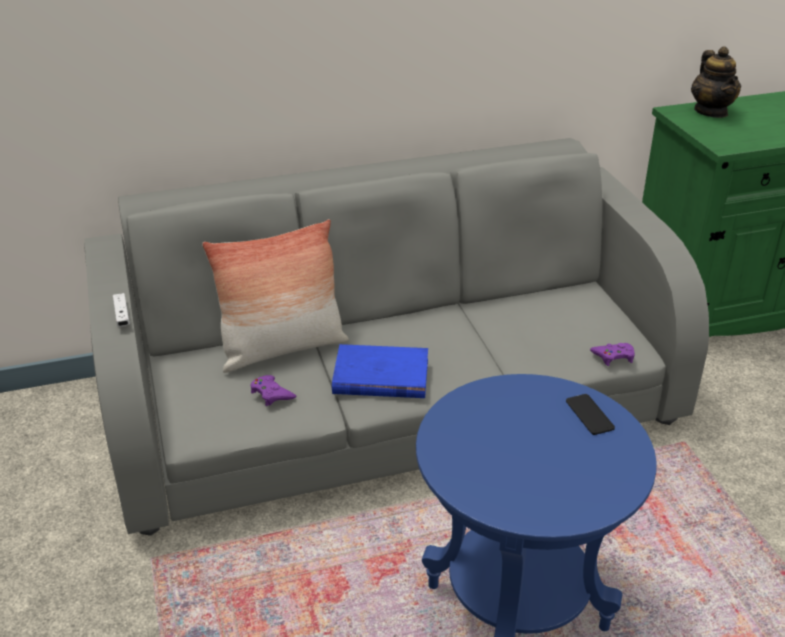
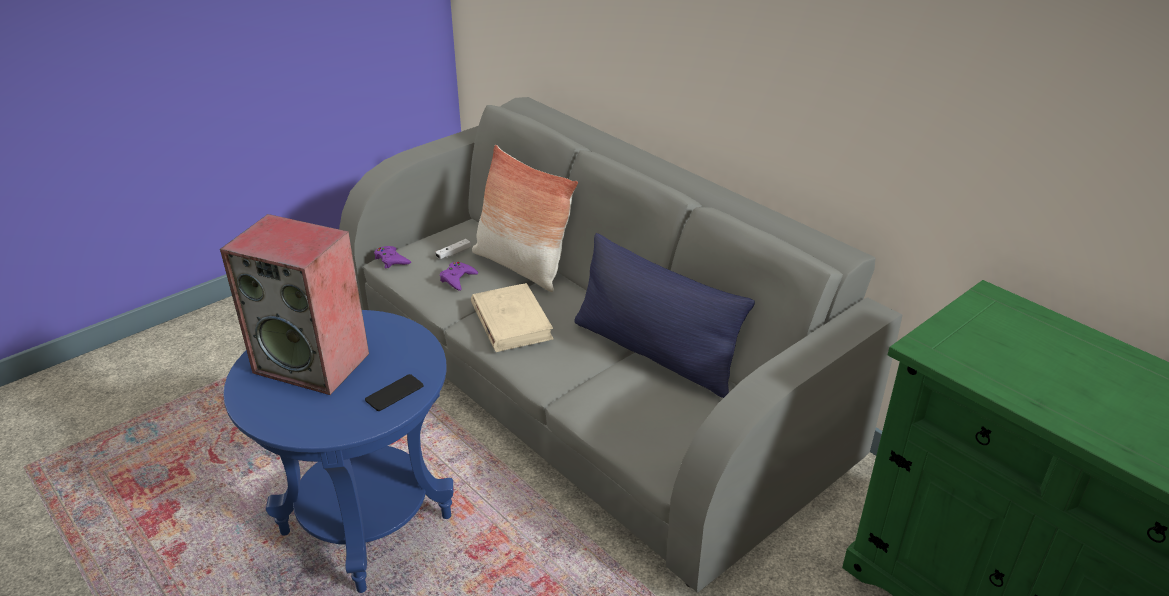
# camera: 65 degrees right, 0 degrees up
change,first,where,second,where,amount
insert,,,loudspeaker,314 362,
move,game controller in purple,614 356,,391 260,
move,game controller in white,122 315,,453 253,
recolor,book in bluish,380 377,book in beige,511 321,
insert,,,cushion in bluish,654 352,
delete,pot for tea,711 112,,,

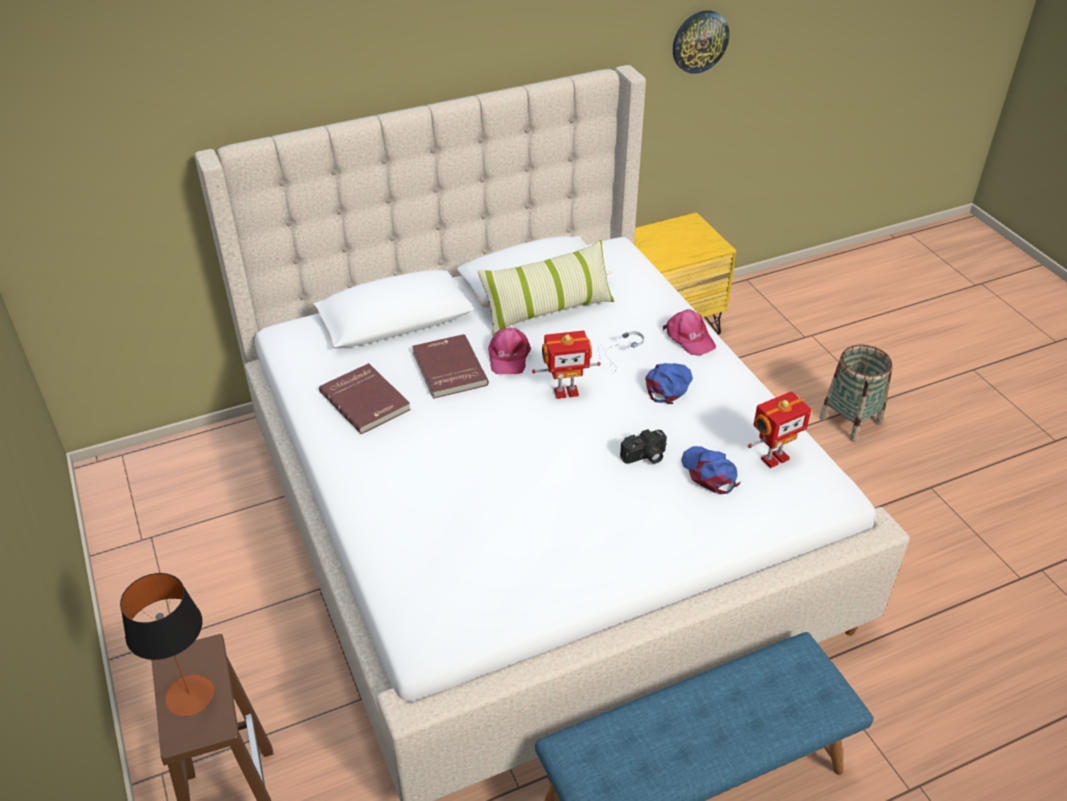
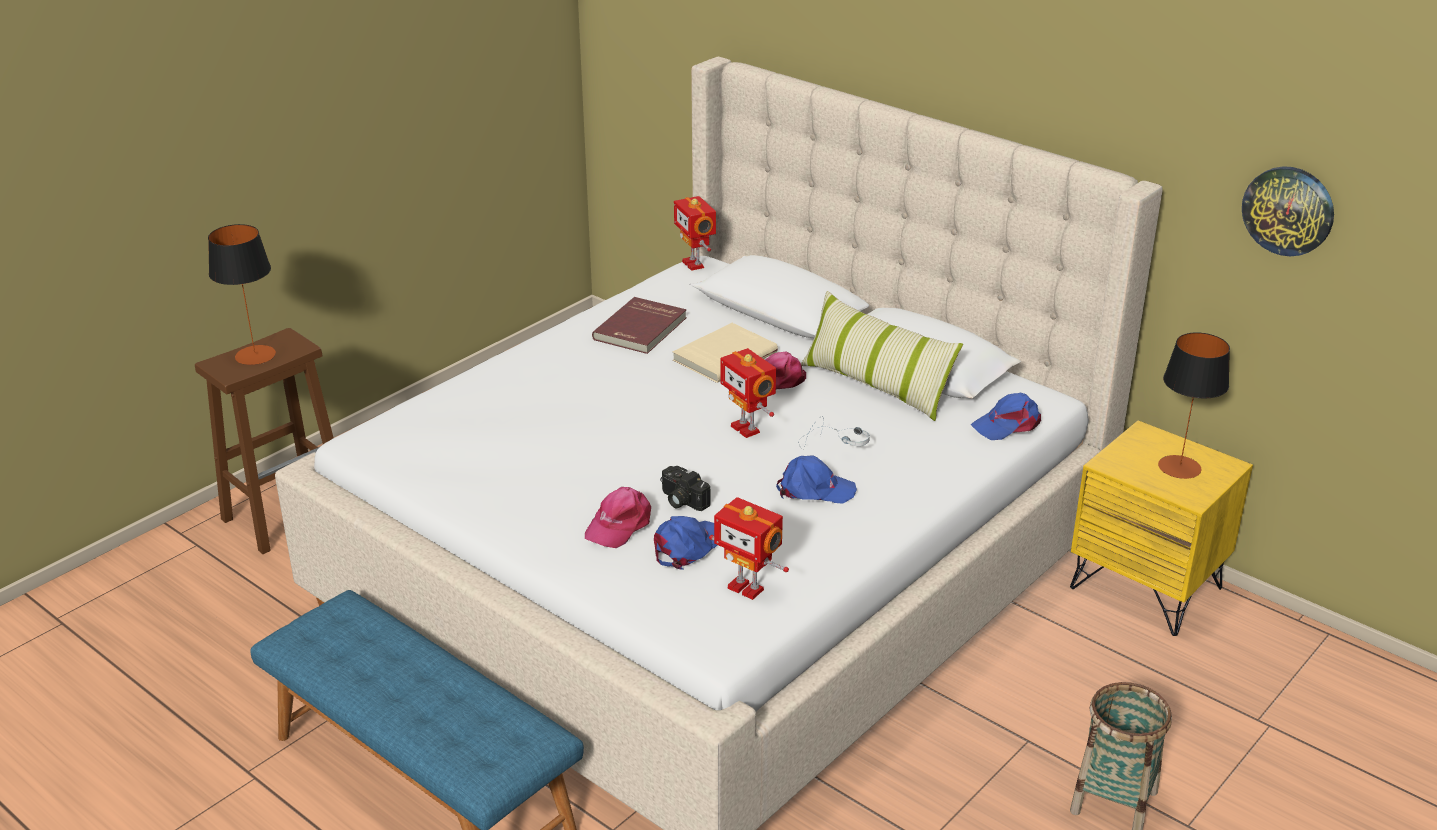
# camera: 65 degrees right, 10 degrees down
change,first,where,second,where,amount
move,baseball cap in pink,689 338,,619 525,
recolor,book in red,448 369,book in beige,723 356,
insert,,,robot figure,694 264,
insert,,,baseball cap in bluish,1008 425,
insert,,,tabletop lamp,1179 467,

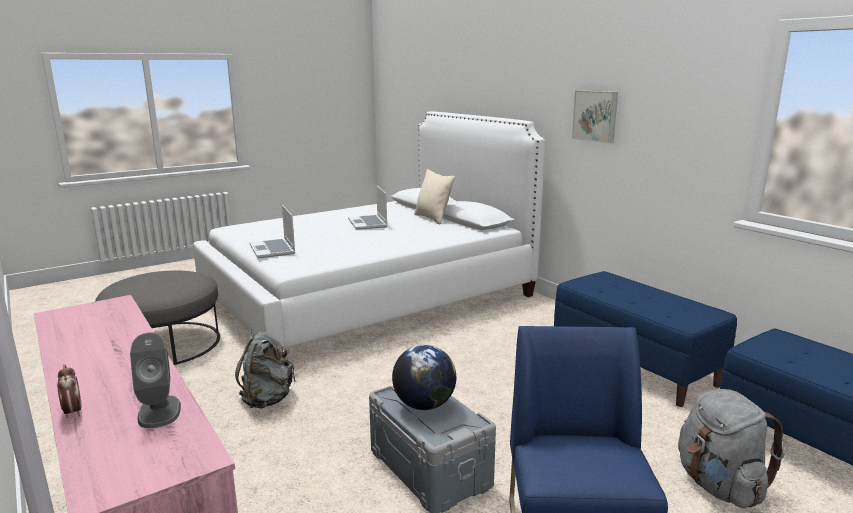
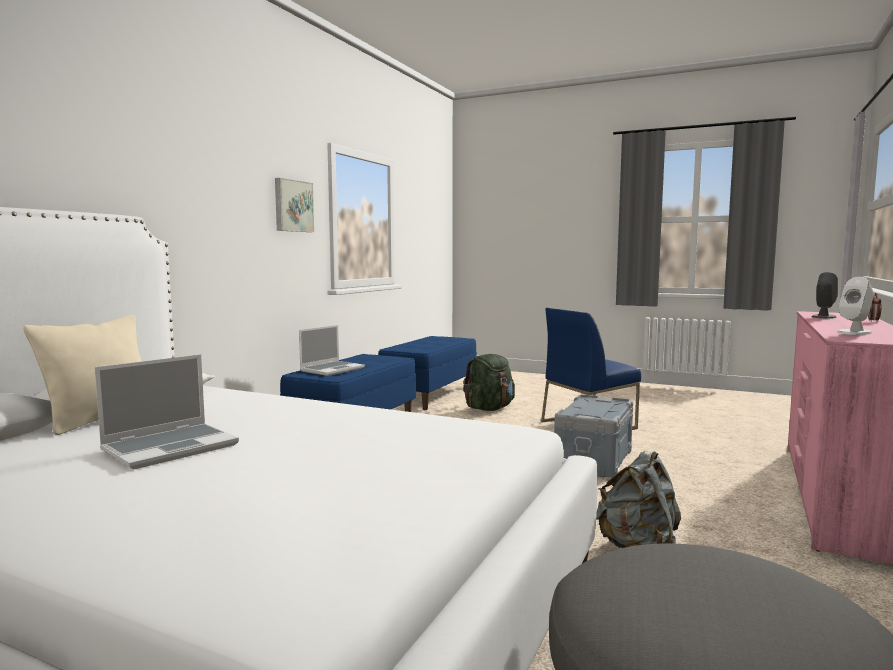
# camera: 120 degrees left, 10 degrees down
change,first,where,second,where,amount
move,wall picture,596 116,,292 206,
move,notebook computer,273 250,,332 369,
recolor,backpack in grey,719 485,backpack in green-coloured,489 409,
insert,,,loudspeaker in white,854 332,
delete,desk globe,424 405,,,

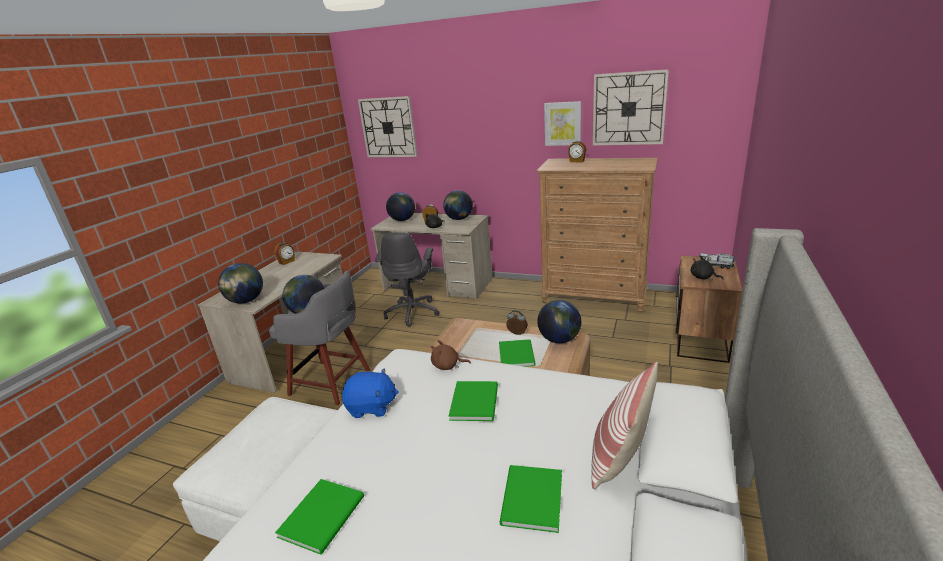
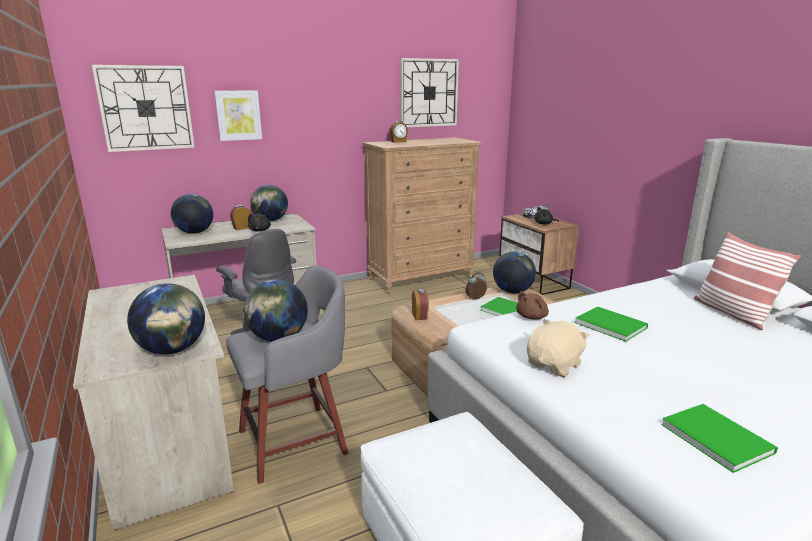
# camera: 50 degrees left, 5 degrees down
change,first,where,second,where,amount
move,wall picture,563 123,,238 115,
move,alarm clock,287 262,,420 316,
recolor,soft toy in bluish,371 407,soft toy in beige,554 365,
delete,book in green-coloured,530 500,,,

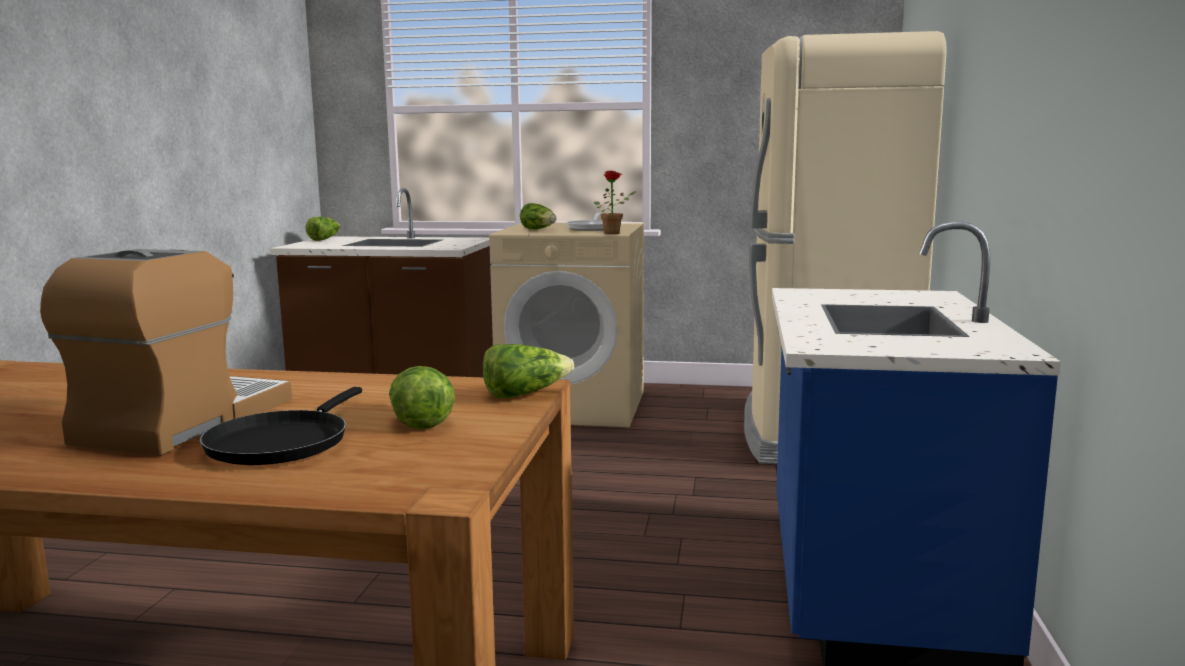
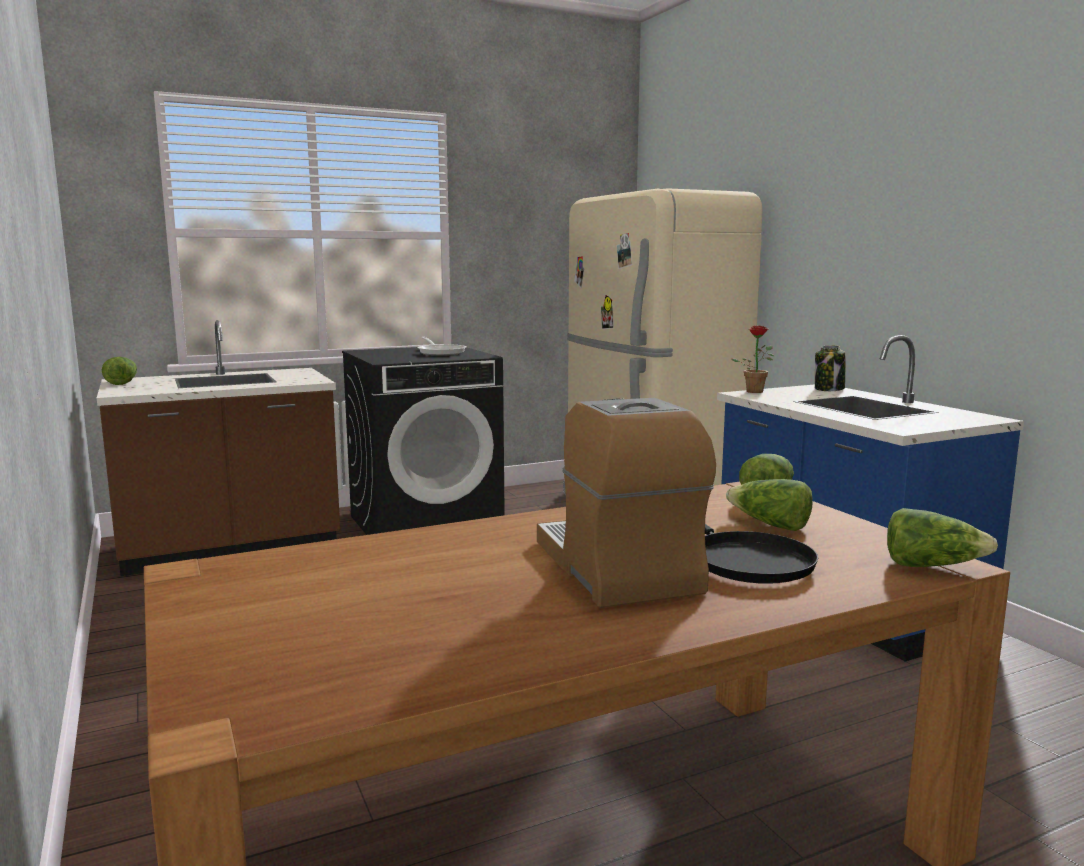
# camera: 35 degrees left, 0 degrees up
change,first,where,second,where,amount
recolor,washing machine in beige,574 406,washing machine in blackish,426 523,
move,potted plant,614 233,,755 391,
insert,,,storage jar,829 389,
move,lettuce head,539 230,,932 566,

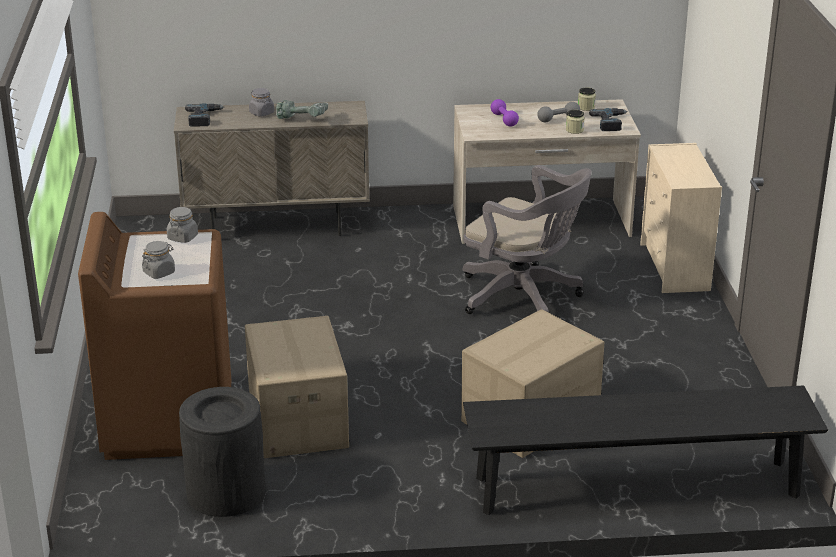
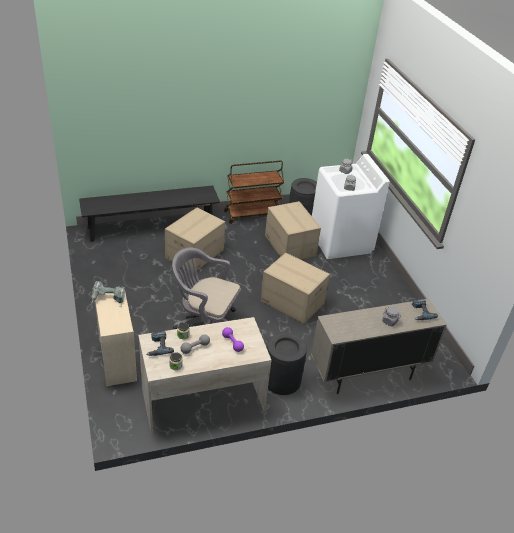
# camera: 165 degrees right, 10 degrees up
change,first,where,second,where,amount
move,drill,303 118,,108 299,
insert,,,cart in brownish,252 214,
insert,,,cardboard box,292 302,
insert,,,rubbish bin in blackish,282 380,
recolor,washing machine in brownish,167 421,washing machine in white,341 242,

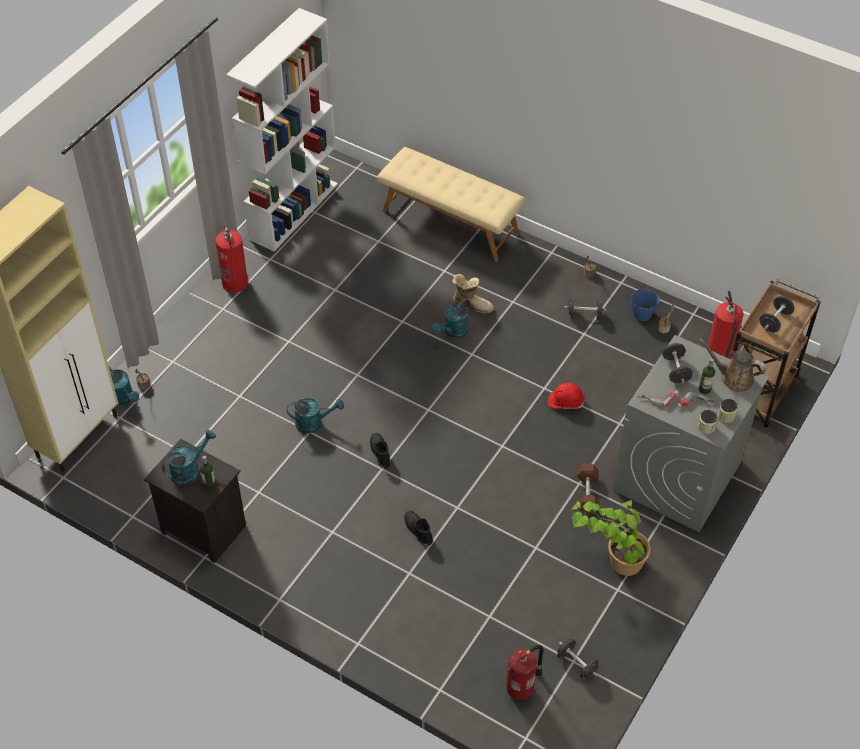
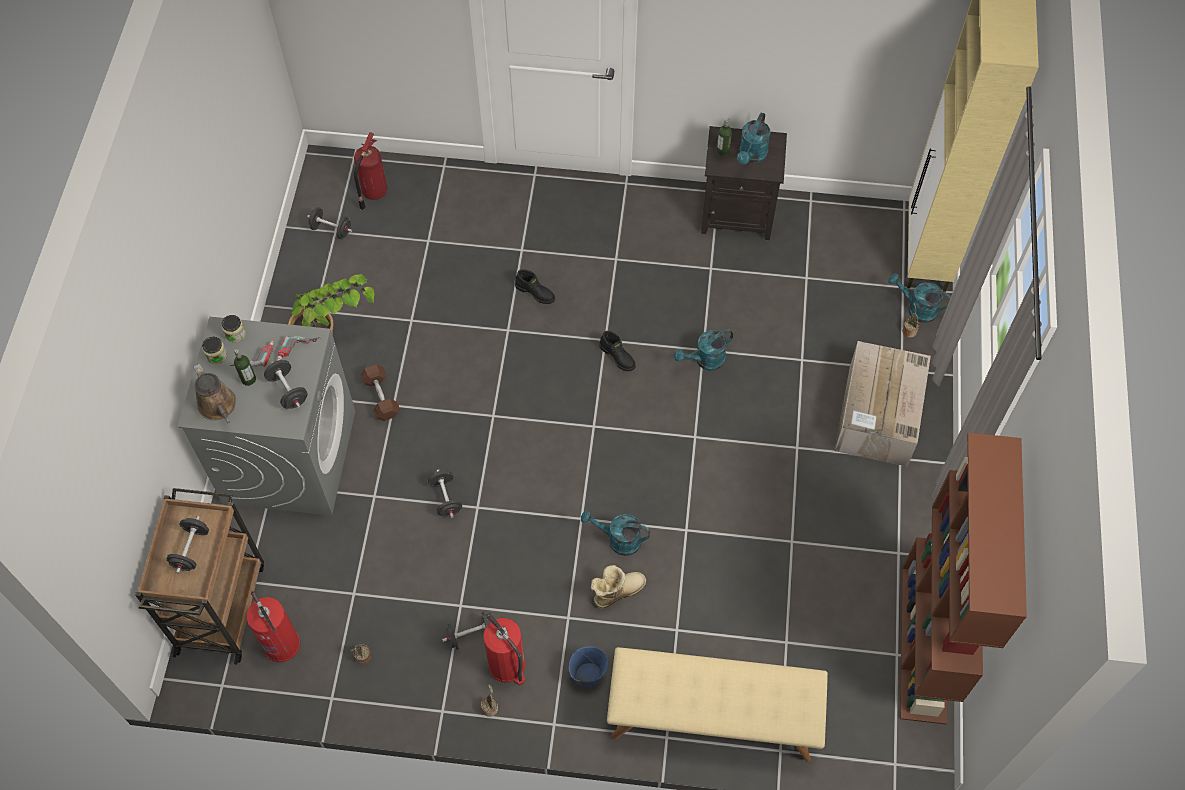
# camera: 155 degrees right, 10 degrees up
change,first,where,second,where,amount
rotate,sprinkling can in brownish,733 378,,219 407,60 degrees clockwise
replace,safety helmet in red,565 402,hand weight in blackish,446 498,
move,fire-fighting cylinder,235 282,,507 666,
move,bucket in bluish,642 314,,587 675,
rotate,sprinkling can in turquoise-coloured,453 332,,618 540,90 degrees counterclockwise
rotate,high-top boot,472 304,,616 591,150 degrees clockwise
insert,,,cardboard box,878 416,
recolor,shelving unit in white,293 211,shelving unit in brownish,924 644,

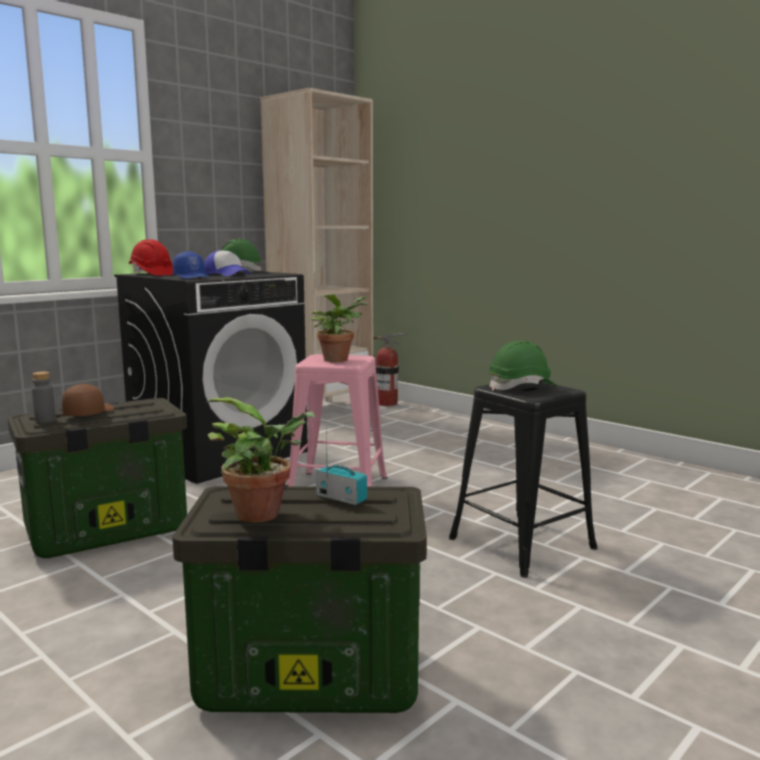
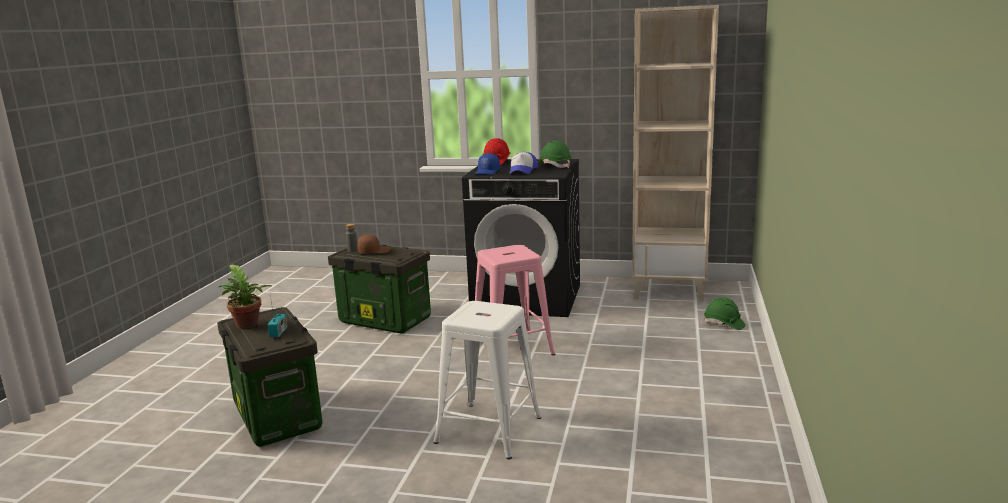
# camera: 60 degrees right, 5 degrees up
change,first,where,second,where,amount
recolor,sitting stool in blackish,522 543,sitting stool in white,489 429,
move,safety helmet in green-coloured,522 387,,723 324,
delete,potted plant,338 359,,,
delete,fire-fighting cylinder,387 403,,,

